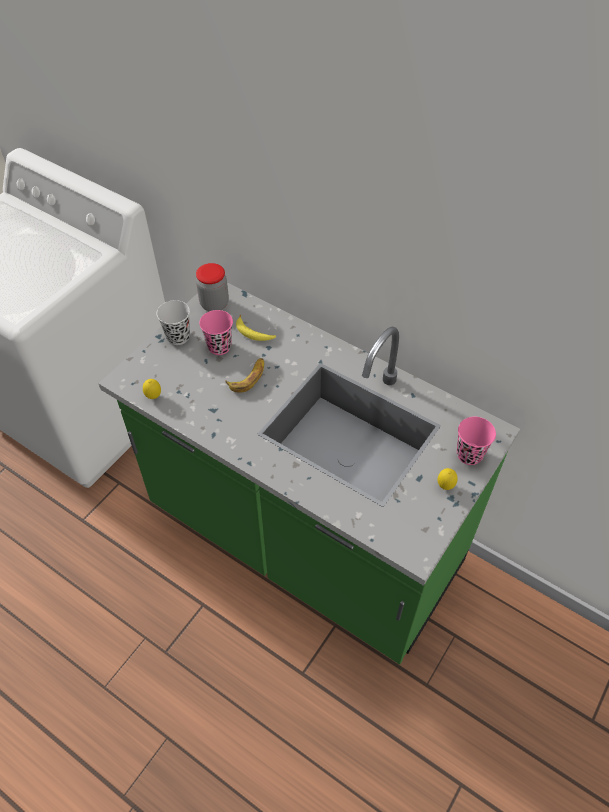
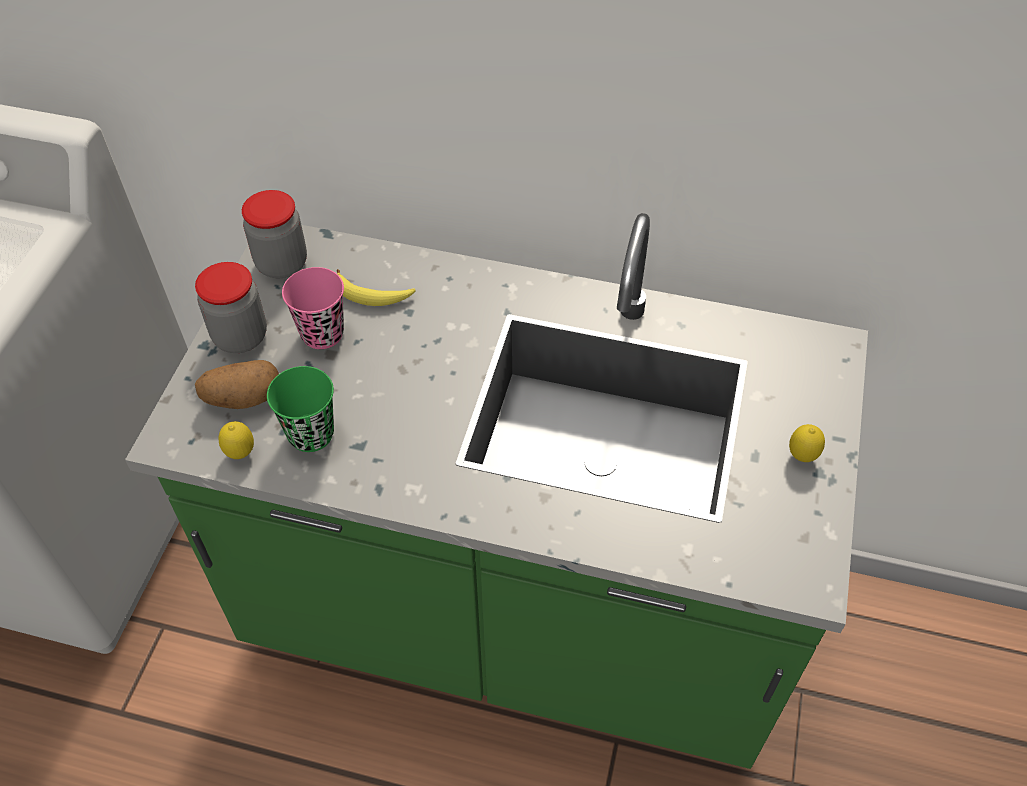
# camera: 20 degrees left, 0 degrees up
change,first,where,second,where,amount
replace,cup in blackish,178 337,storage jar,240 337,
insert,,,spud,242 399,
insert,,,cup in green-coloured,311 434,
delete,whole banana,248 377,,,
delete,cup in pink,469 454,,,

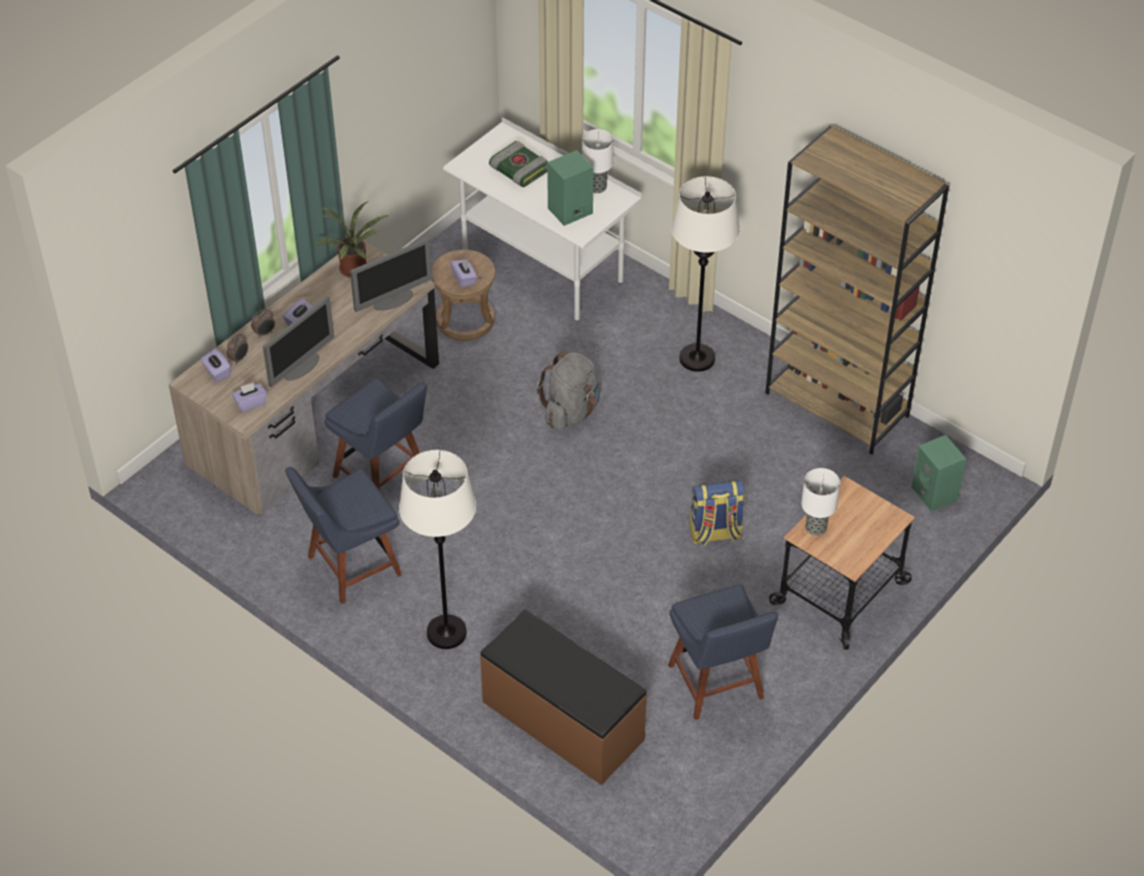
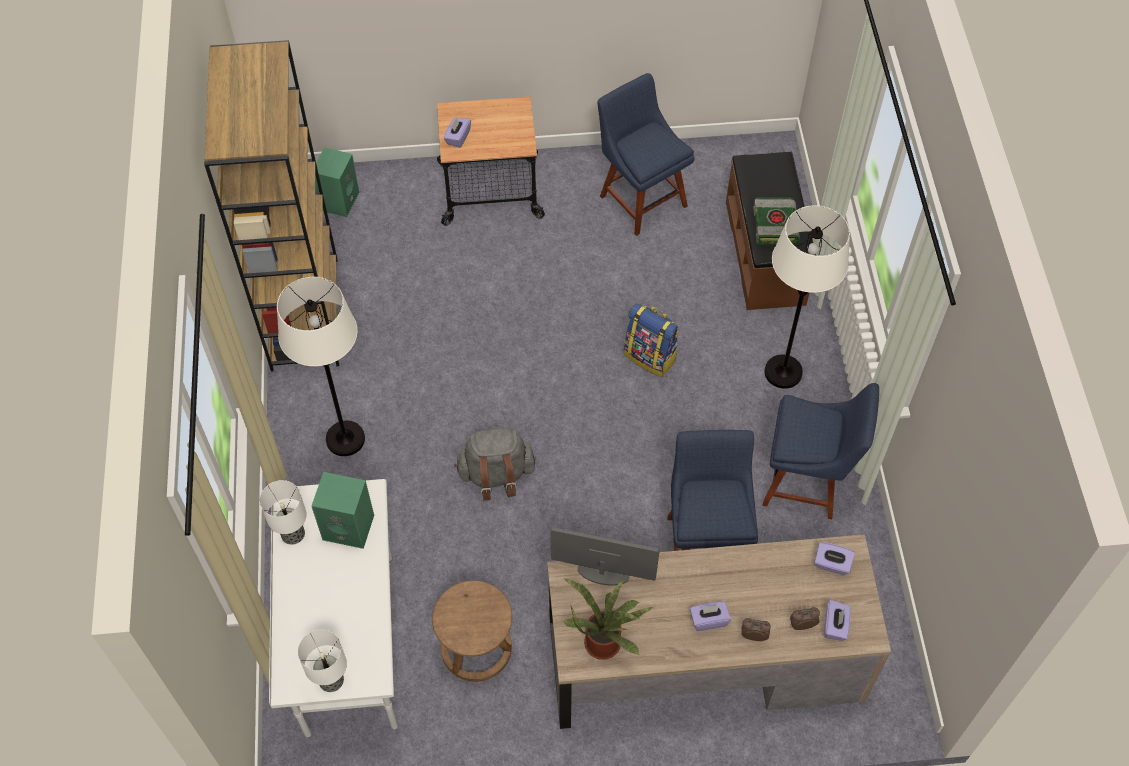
# camera: 135 degrees left, 10 degrees up
change,first,where,second,where,amount
move,tabletop lamp,816 528,,331 679,
move,box of tissues in purple,464 279,,458 138,
rotate,chair in bluish,717 685,,640 198,60 degrees counterclockwise
move,backpack,715 533,,651 356,
move,book,518 170,,776 226,
delete,computer display,302 366,,,

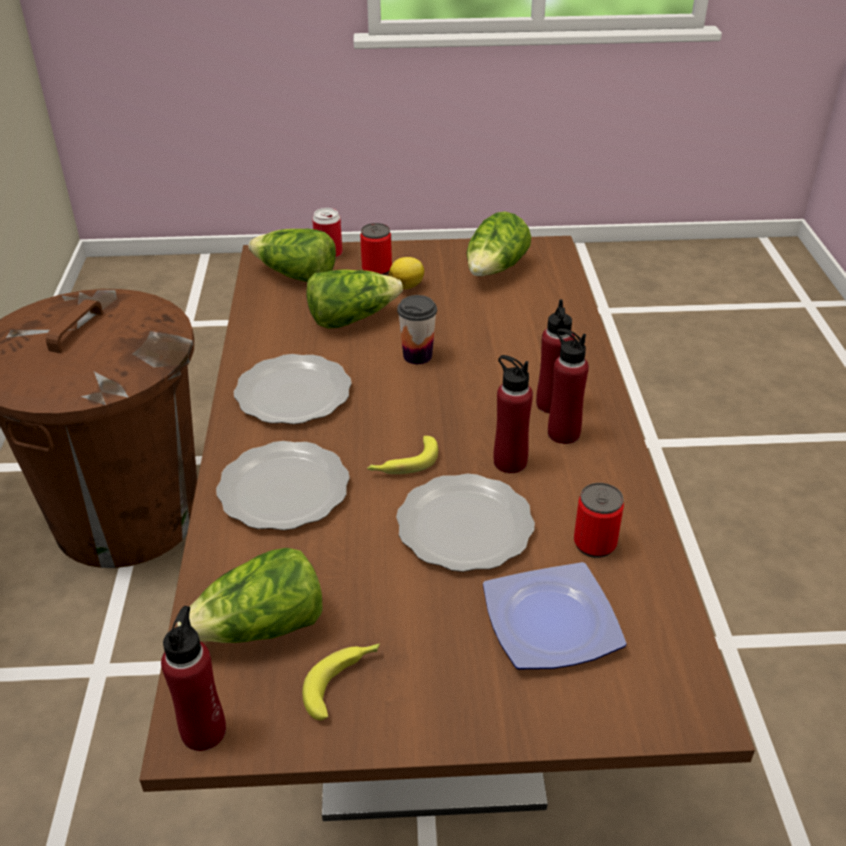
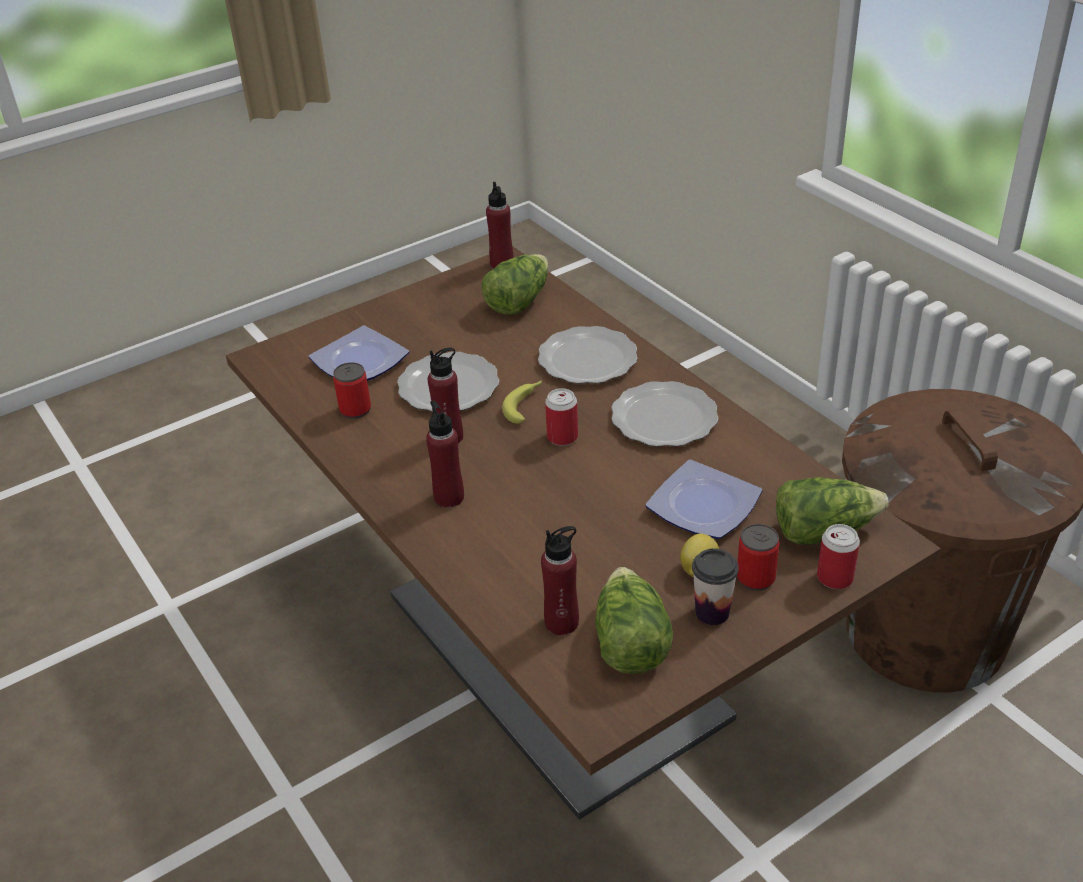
# camera: 150 degrees right, 0 degrees up
change,first,where,second,where,amount
move,beverage bottle in red,563 433,,562 622,
insert,,,metal can,562 437,
replace,lettuce head,351 318,flat dish,706 505,
move,cup,417 356,,712 612,
delete,whole banana,343 682,,,

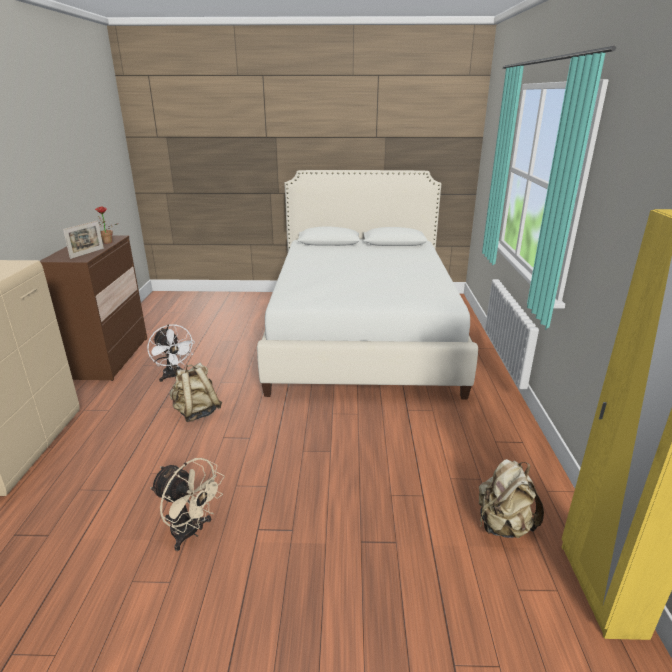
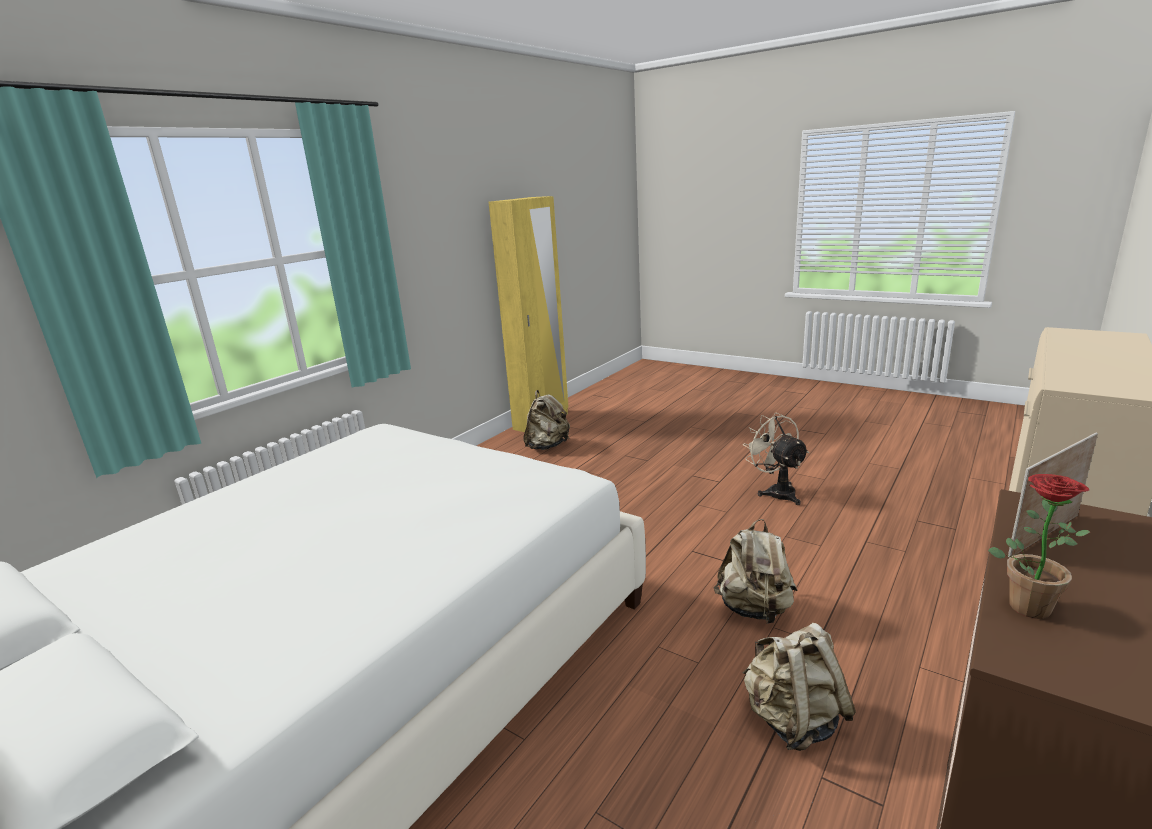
# camera: 145 degrees left, 5 degrees down
change,first,where,second,where,amount
replace,fan in white,174 376,backpack in beige,793 720,

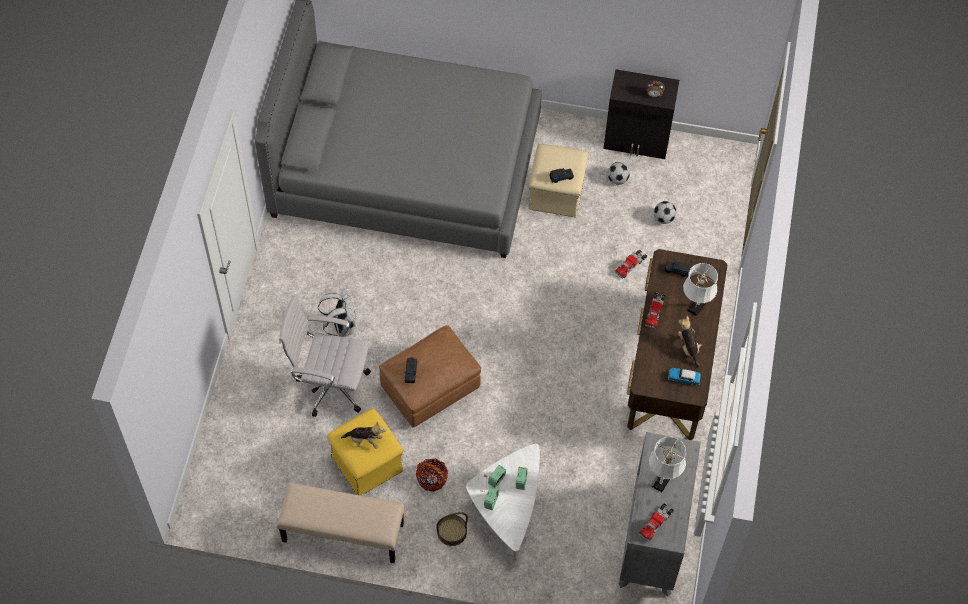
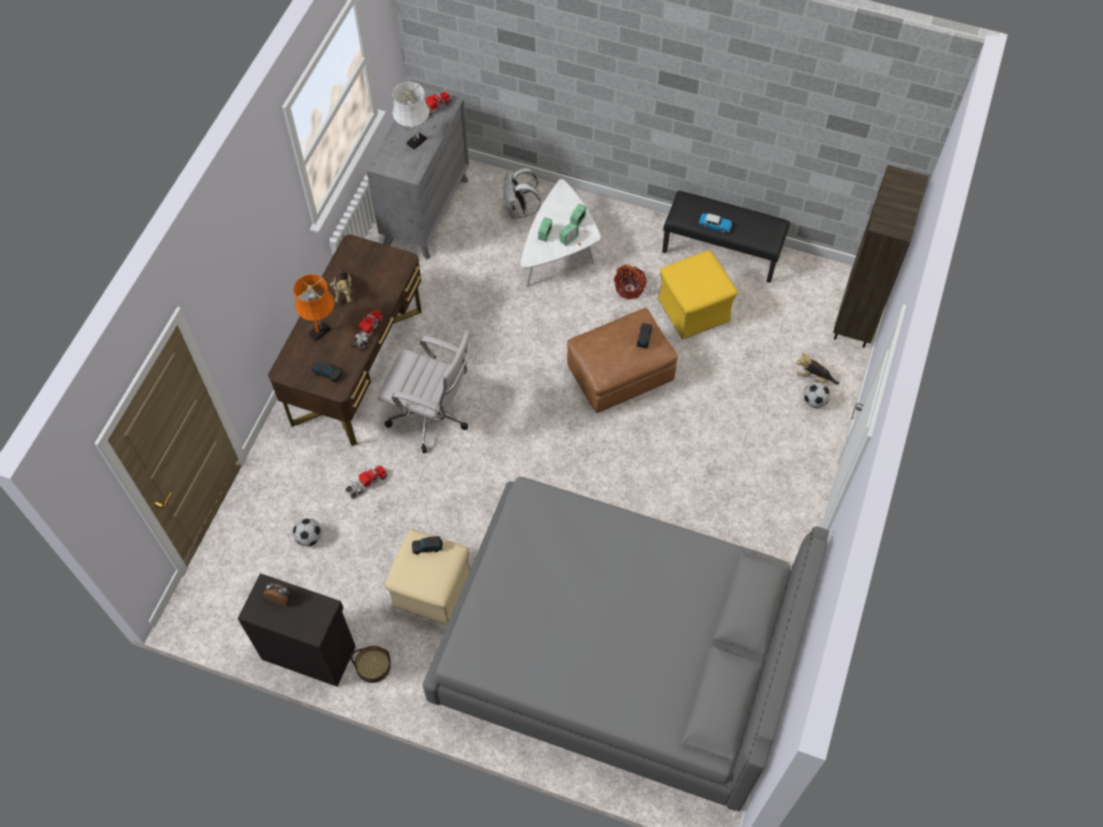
# camera: 170 degrees left, 0 degrees up
change,first,where,second,where,amount
recolor,tabletop lamp in white,695 308,tabletop lamp in orangey,321 330,
move,storage basket,452 532,,373 666,
move,desk chair in white,329 385,,432 417,
move,backpack in white,341 326,,519 210,
recolor,bench in beige,342 533,bench in blackish,722 251,
move,toy car,683 378,,715 225,
move,soft toy,365 440,,814 377,
move,football,617 179,,814 401,
insert,,,shelving unit in brownish,857 319,

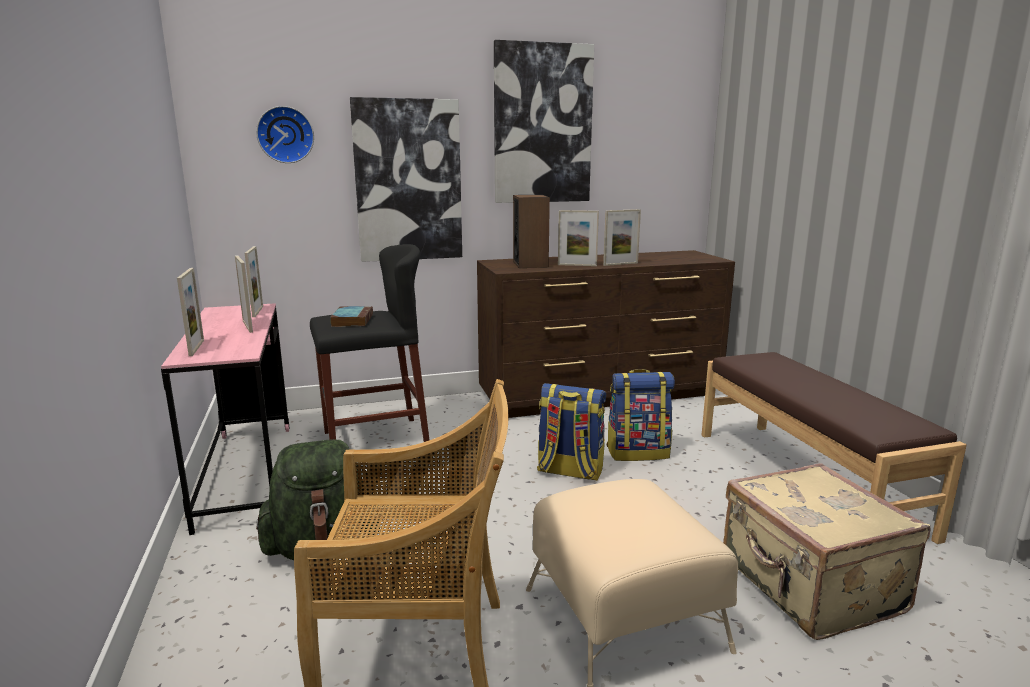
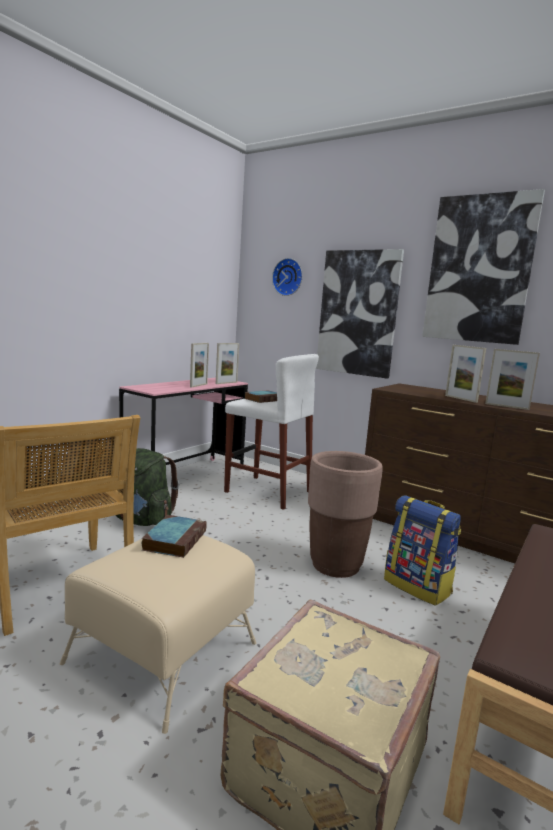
# camera: 50 degrees right, 5 degrees down
change,first,where,second,where,amount
insert,,,book,175 540,
recolor,sitting stool in blackish,375 440,sitting stool in white,268 492,
replace,backpack,569 471,planter in brownish,335 565,
delete,photo frame,196 348,,,
delete,loudspeaker,530 264,,,

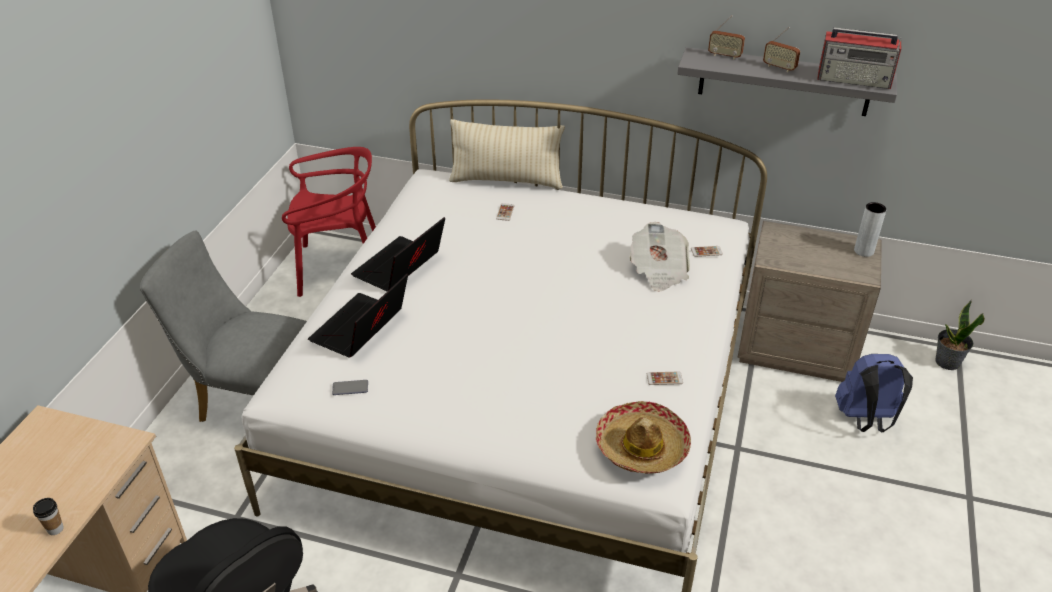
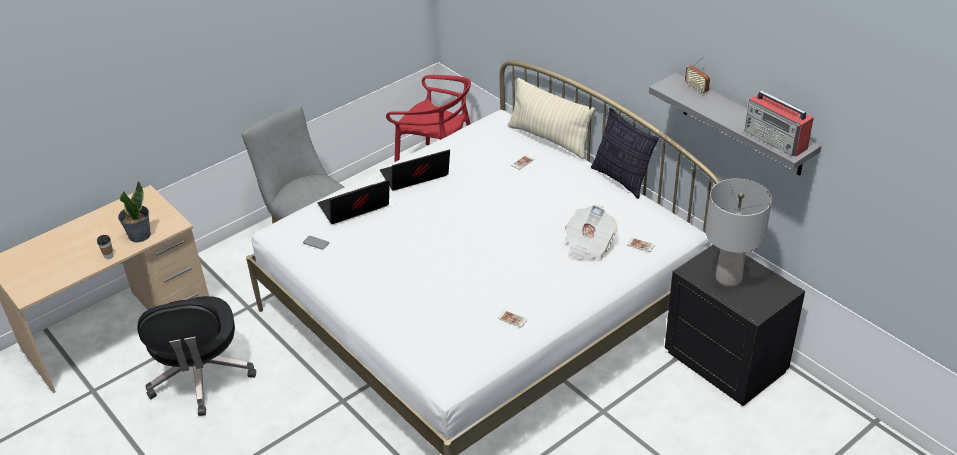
# camera: 35 degrees right, 0 degrees up
change,first,where,second,where,amount
move,potted plant,947 362,,139 235,
insert,,,cushion,621 179,
recolor,nightstand in beige,796 348,nightstand in blackish,726 362,
insert,,,tabletop lamp in grey,728 279,
delete,clothing hat,642 447,,,
delete,radio set,779 67,,,
delete,backpack in bluish,866 420,,,
delete,decorative vase in grey,863 251,,,

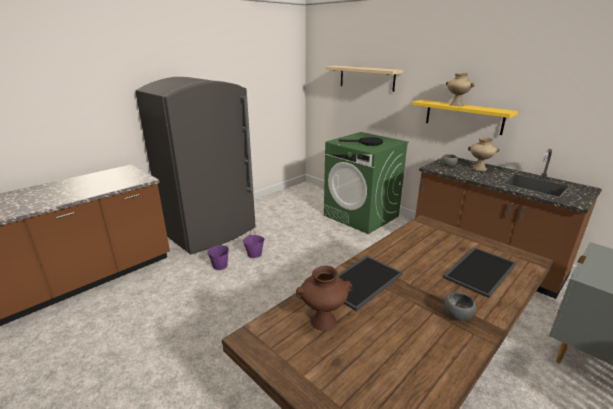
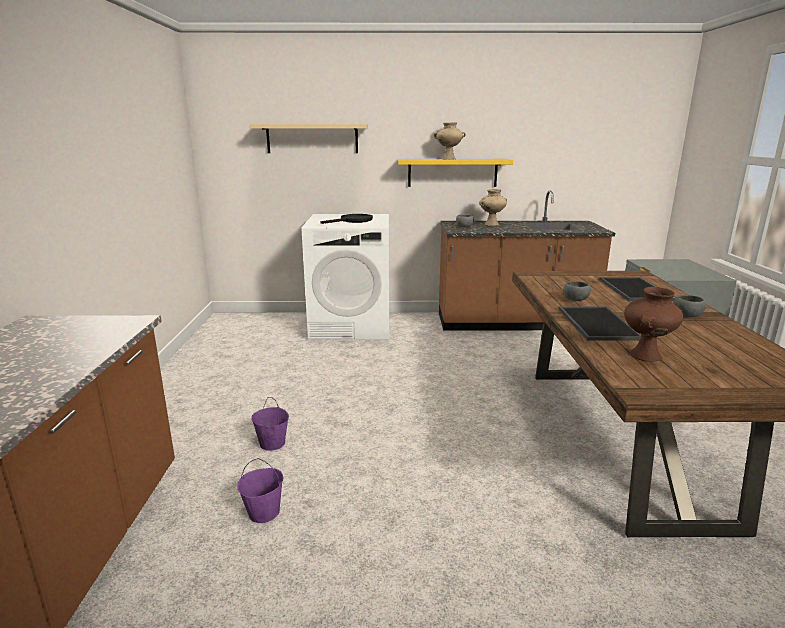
# camera: 45 degrees left, 5 degrees down
change,first,where,second,where,amount
move,bucket in purple,254 254,,264 512,
recolor,washing machine in green-coloured,361 216,washing machine in white,351 326,
insert,,,bowl in grey,576 300,
delete,fridge in grey,211 232,,,

